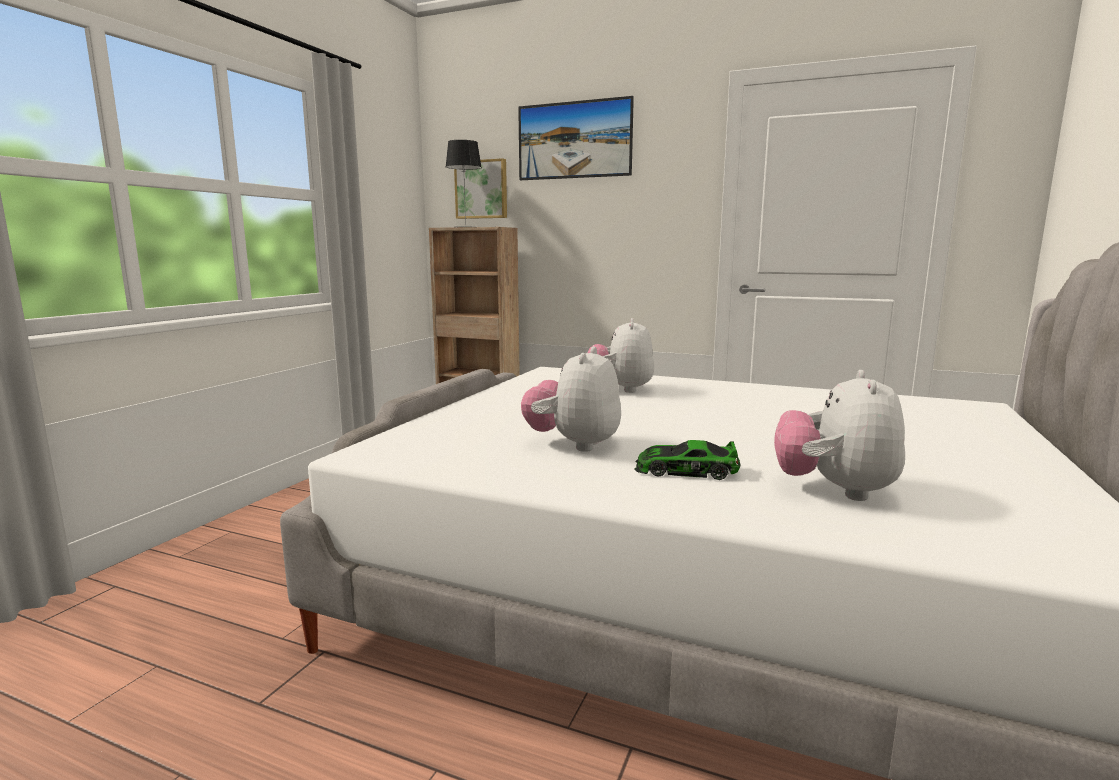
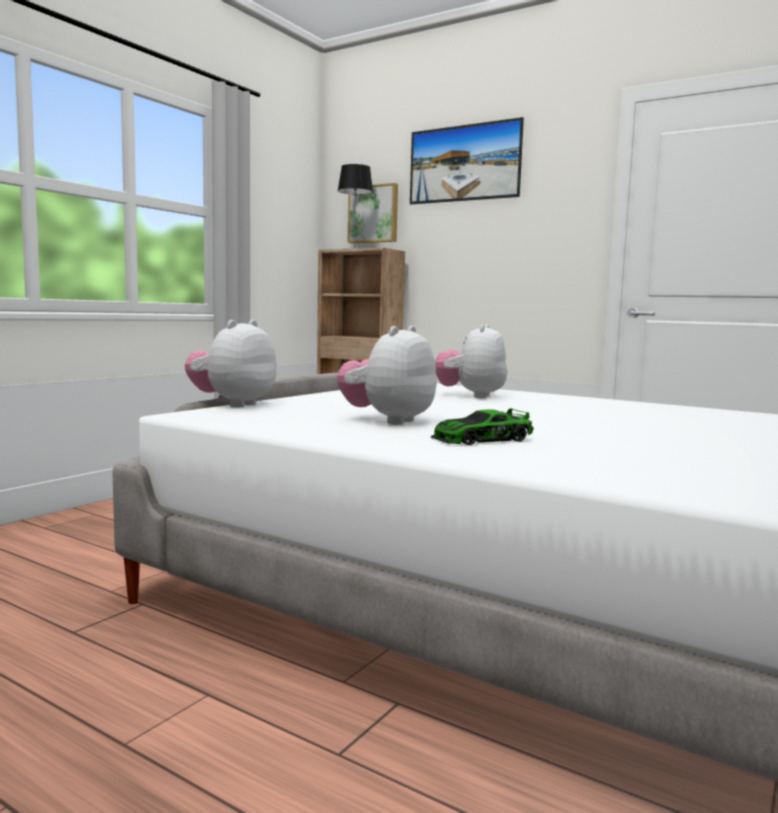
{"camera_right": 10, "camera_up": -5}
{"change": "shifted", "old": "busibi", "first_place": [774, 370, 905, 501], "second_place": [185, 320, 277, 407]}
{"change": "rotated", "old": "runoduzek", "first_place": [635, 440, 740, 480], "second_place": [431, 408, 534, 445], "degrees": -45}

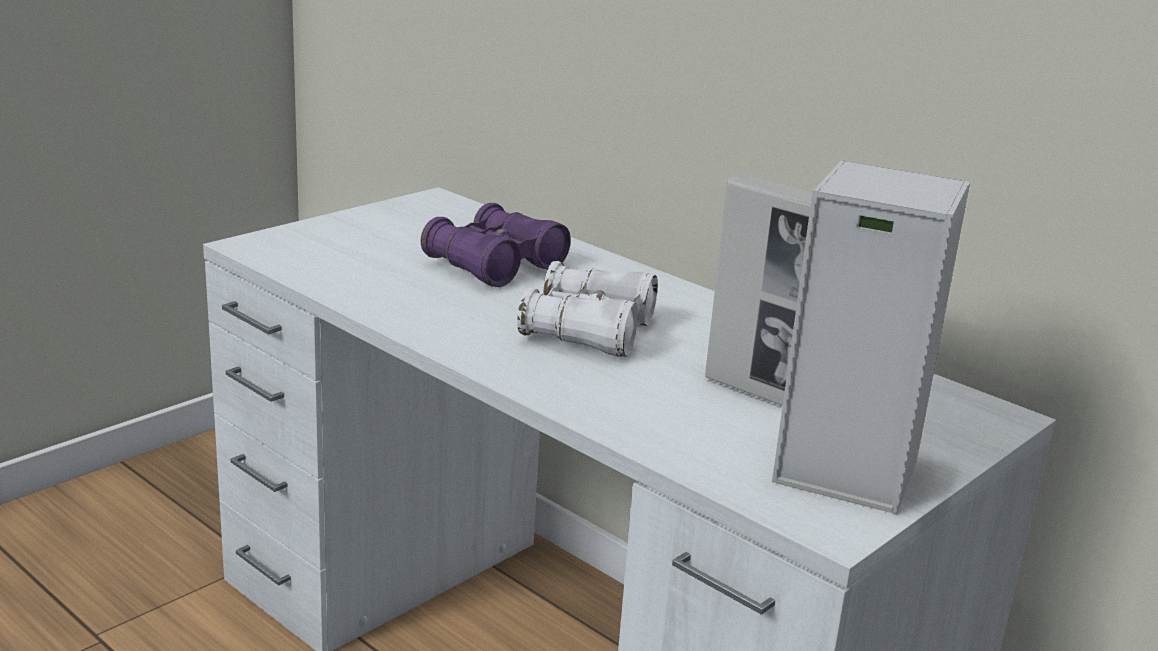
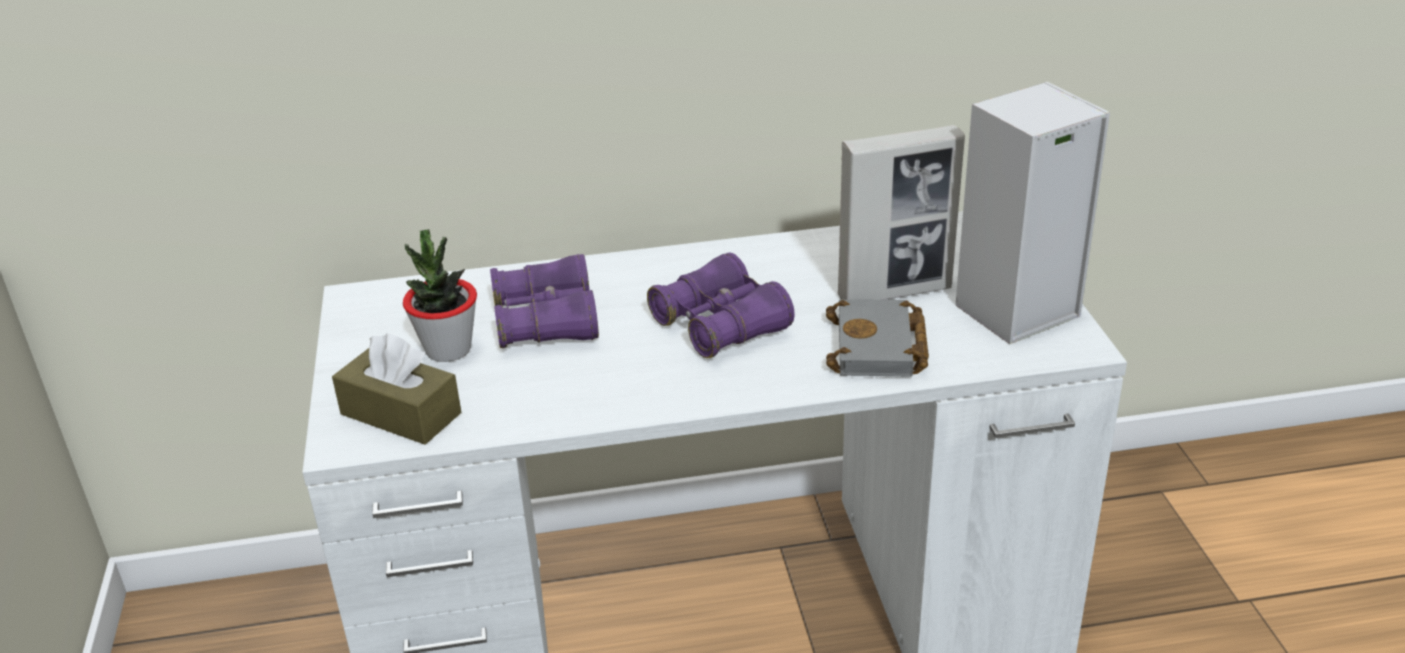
{"camera_right": -50, "camera_up": 10}
{"change": "repainted", "old": "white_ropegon", "new": "purple_ropegon", "first_place": [517, 261, 658, 357], "second_place": [647, 253, 795, 358]}
{"change": "new", "new": "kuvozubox", "second_place": [403, 229, 477, 362]}
{"change": "new", "new": "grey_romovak", "second_place": [826, 300, 929, 377]}
{"change": "new", "new": "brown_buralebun", "second_place": [332, 333, 462, 445]}

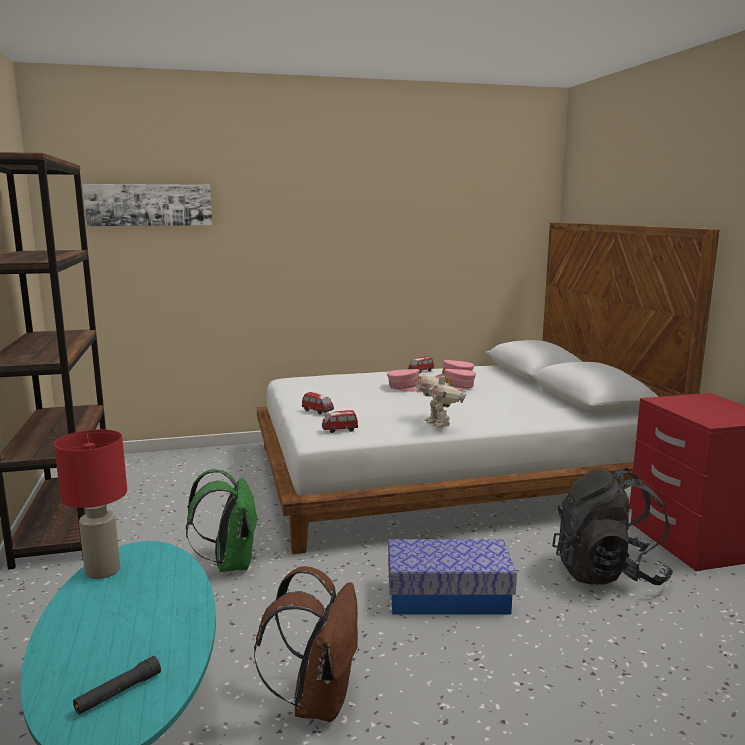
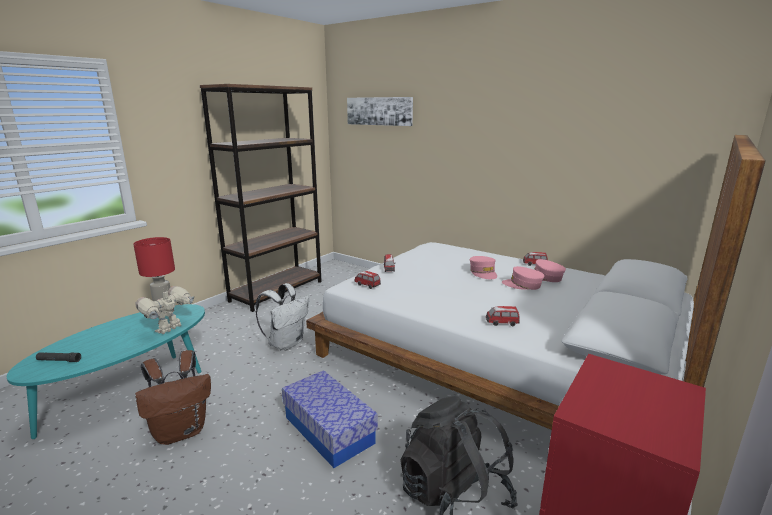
{"camera_right": 50, "camera_up": 5}
{"change": "shifted", "old": "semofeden", "first_place": [416, 370, 466, 428], "second_place": [135, 286, 194, 334]}
{"change": "repainted", "old": "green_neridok", "new": "white_neridok", "first_place": [186, 469, 257, 572], "second_place": [255, 283, 309, 351]}
{"change": "new", "new": "runoduzek", "second_place": [486, 306, 520, 326]}

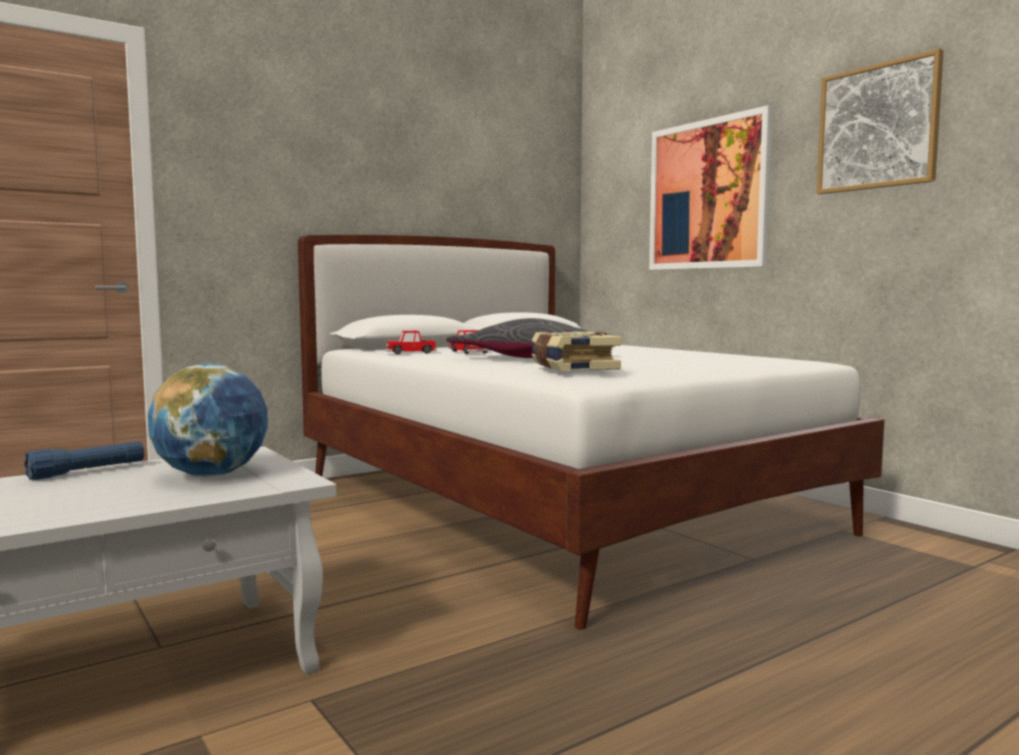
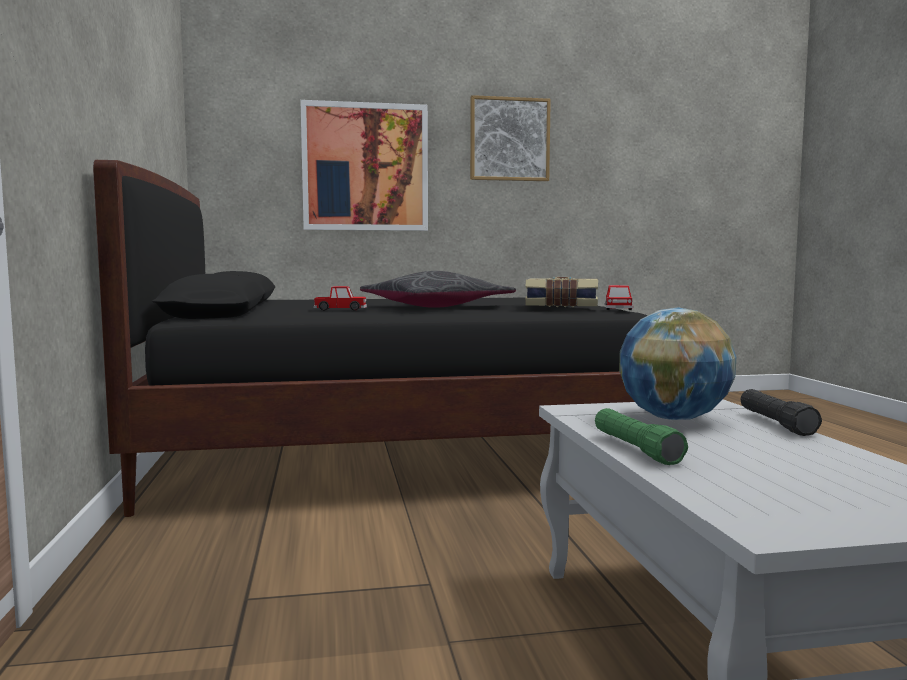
{"camera_right": -65, "camera_up": 0}
{"change": "repainted", "old": "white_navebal", "new": "black_navebal", "first_place": [298, 235, 885, 629], "second_place": [93, 160, 647, 517]}
{"change": "shifted", "old": "runoduzek", "first_place": [386, 330, 437, 354], "second_place": [604, 285, 633, 310]}
{"change": "repainted", "old": "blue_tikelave", "new": "green_tikelave", "first_place": [24, 441, 144, 480], "second_place": [595, 408, 688, 465]}
{"change": "new", "new": "black_tikelave", "second_place": [740, 389, 822, 436]}

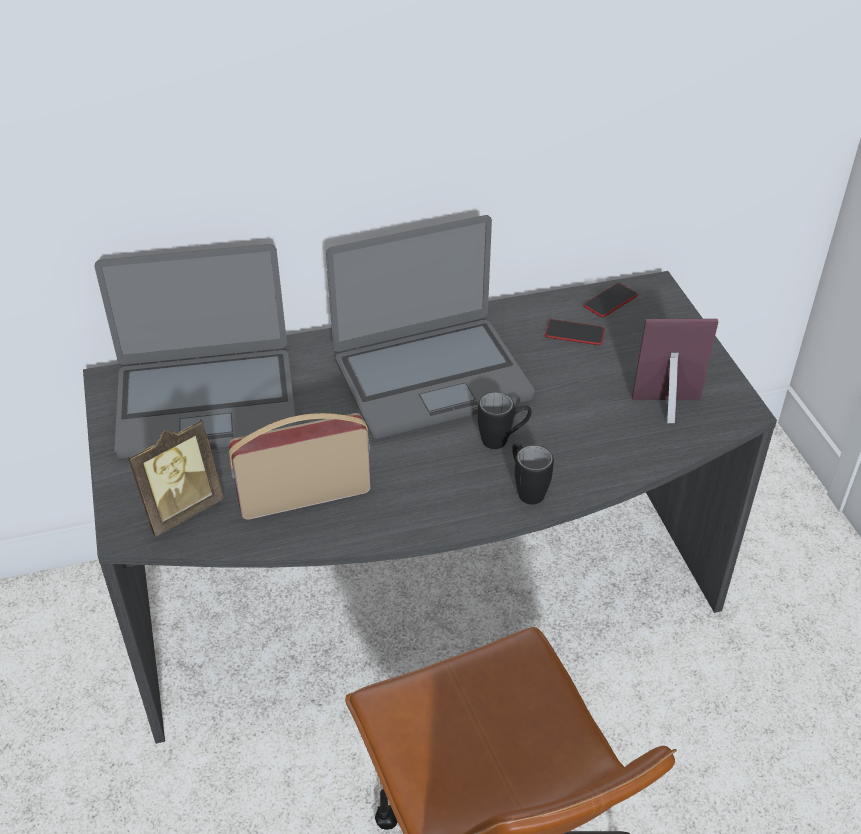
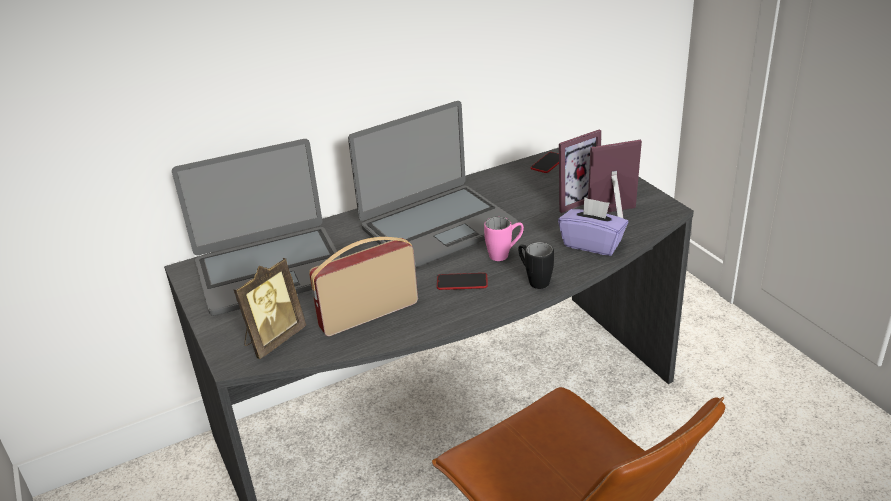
{"camera_right": -10, "camera_up": -10}
{"change": "shifted", "old": "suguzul", "first_place": [545, 319, 605, 345], "second_place": [437, 273, 488, 290]}
{"change": "repainted", "old": "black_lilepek", "new": "pink_lilepek", "first_place": [478, 392, 531, 449], "second_place": [484, 217, 524, 261]}
{"change": "new", "new": "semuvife", "second_place": [559, 129, 602, 213]}
{"change": "new", "new": "purple_buralebun", "second_place": [558, 197, 628, 256]}

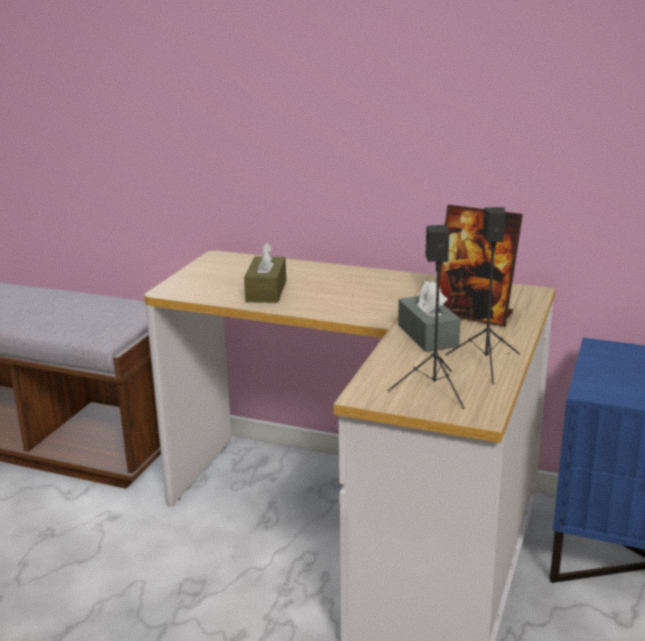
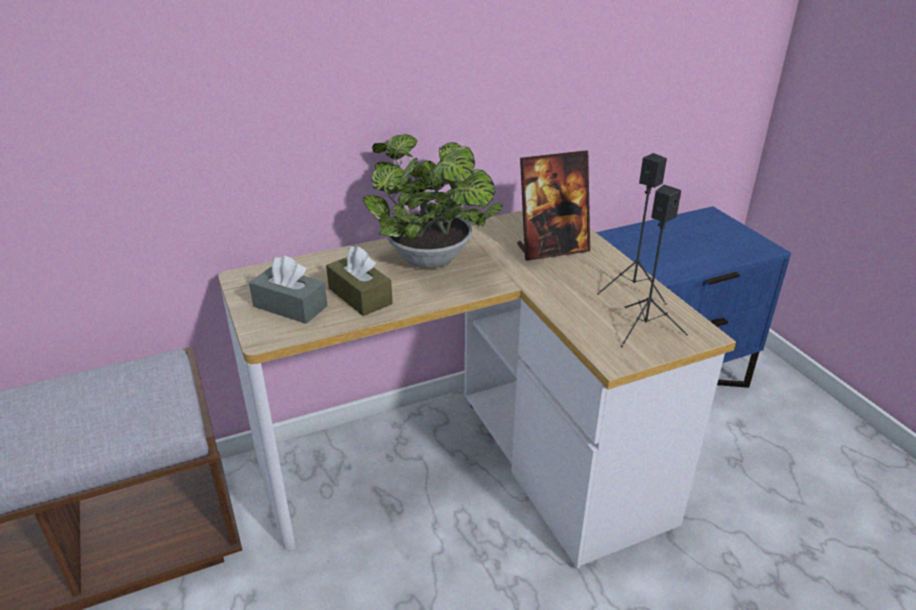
{"camera_right": -45, "camera_up": 10}
{"change": "shifted", "old": "grey_buralebun", "first_place": [398, 280, 461, 352], "second_place": [249, 256, 327, 324]}
{"change": "new", "new": "kuvozubox", "second_place": [363, 134, 503, 269]}

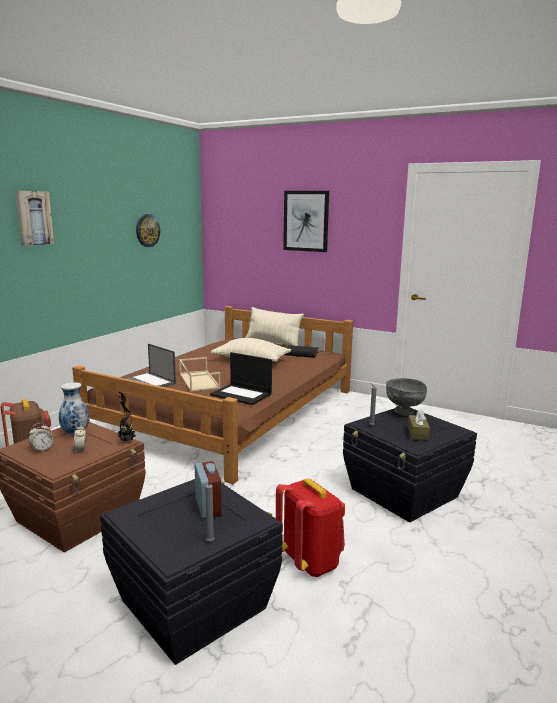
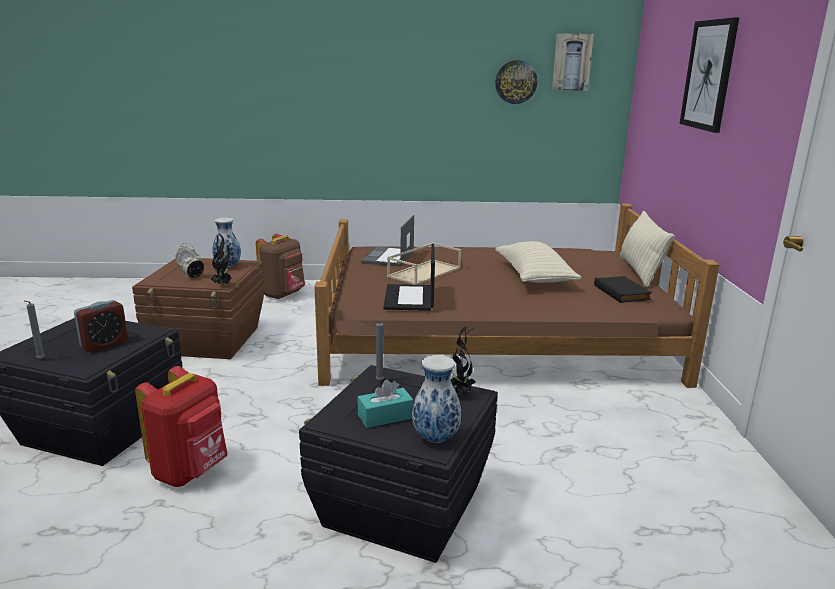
{"camera_right": 60, "camera_up": 5}
{"change": "shifted", "old": "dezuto", "first_place": [15, 191, 54, 246], "second_place": [552, 33, 594, 91]}
{"change": "swapped", "old": "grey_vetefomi", "new": "kuvozubox", "first_place": [386, 378, 427, 416], "second_place": [451, 327, 476, 397]}
{"change": "repainted", "old": "brown_buralebun", "new": "turquoise_buralebun", "first_place": [408, 409, 430, 440], "second_place": [358, 380, 413, 428]}
{"change": "new", "new": "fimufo", "second_place": [412, 355, 461, 443]}

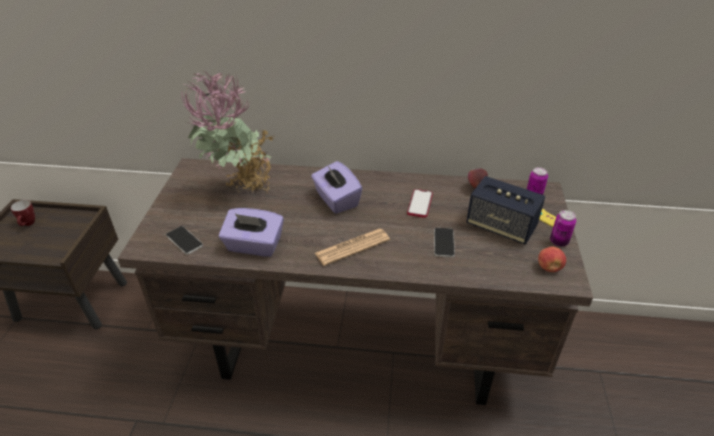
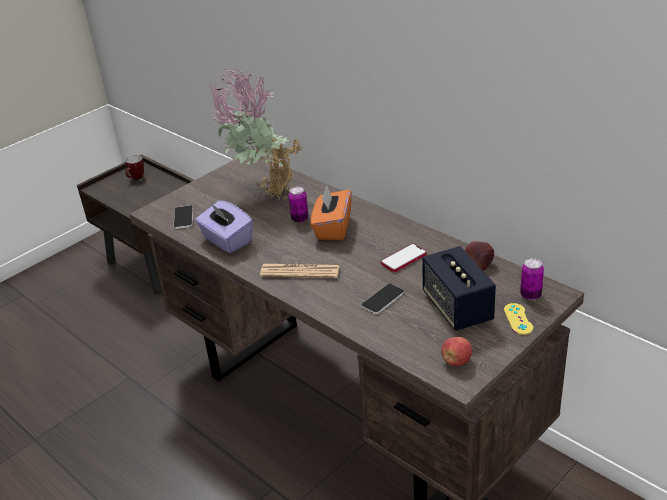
{"camera_right": 40, "camera_up": -5}
{"change": "repainted", "old": "purple_buralebun", "new": "orange_buralebun", "first_place": [311, 161, 362, 214], "second_place": [311, 186, 352, 240]}
{"change": "shifted", "old": "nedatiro", "first_place": [550, 210, 576, 247], "second_place": [288, 187, 309, 223]}

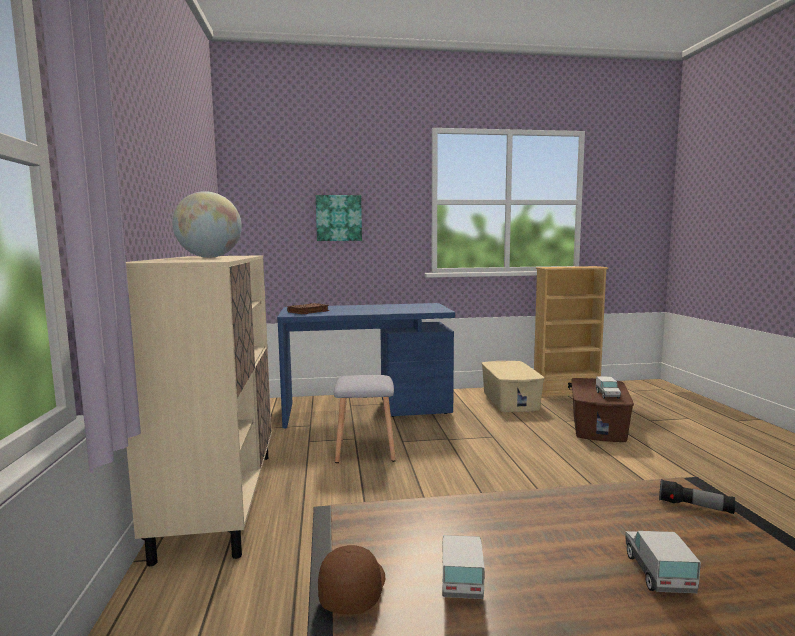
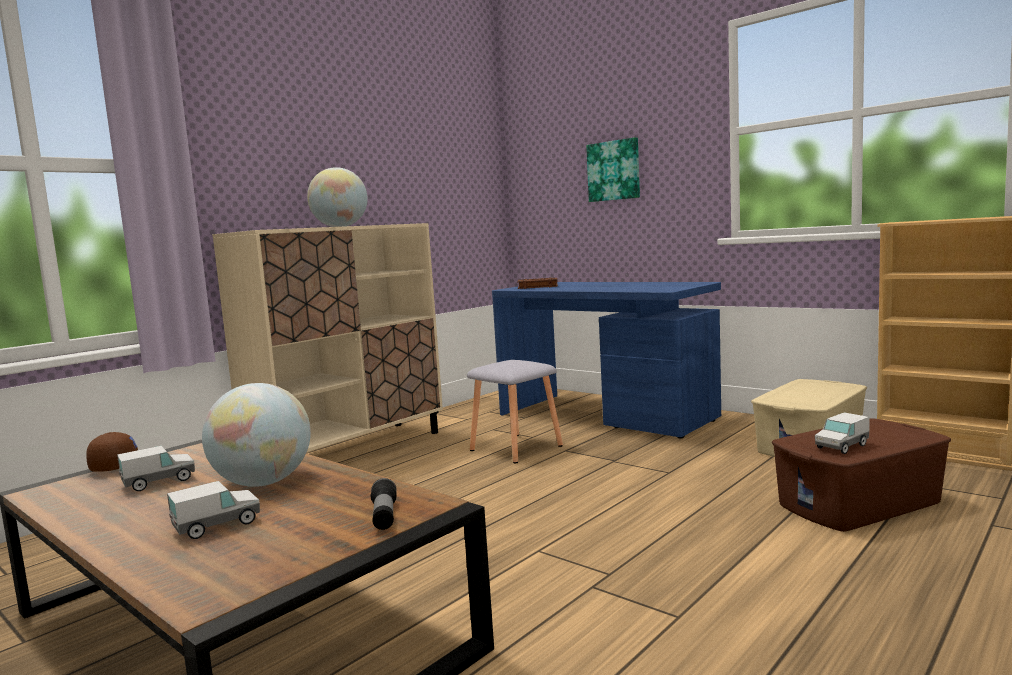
{"camera_right": 50, "camera_up": 0}
{"change": "new", "new": "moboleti", "second_place": [202, 383, 311, 487]}

